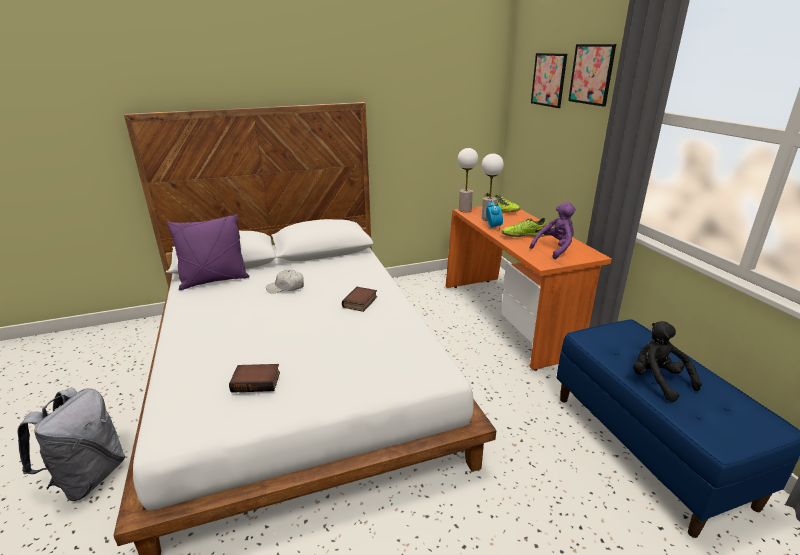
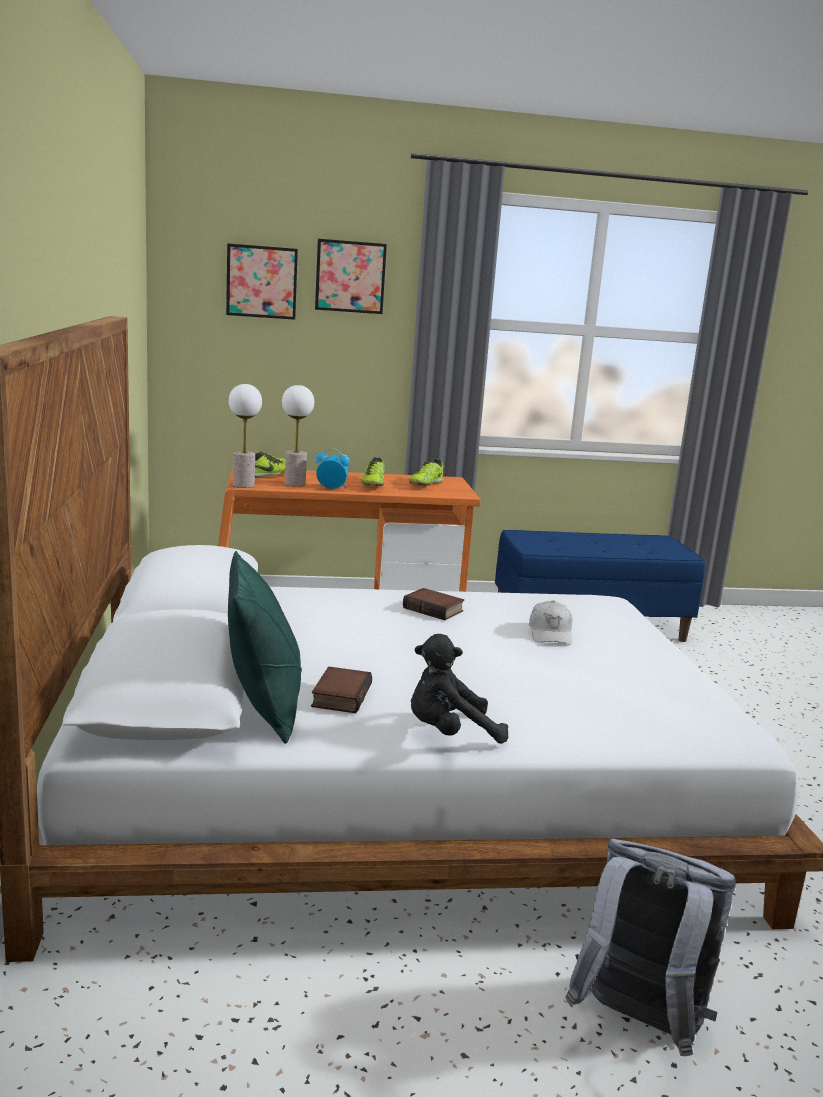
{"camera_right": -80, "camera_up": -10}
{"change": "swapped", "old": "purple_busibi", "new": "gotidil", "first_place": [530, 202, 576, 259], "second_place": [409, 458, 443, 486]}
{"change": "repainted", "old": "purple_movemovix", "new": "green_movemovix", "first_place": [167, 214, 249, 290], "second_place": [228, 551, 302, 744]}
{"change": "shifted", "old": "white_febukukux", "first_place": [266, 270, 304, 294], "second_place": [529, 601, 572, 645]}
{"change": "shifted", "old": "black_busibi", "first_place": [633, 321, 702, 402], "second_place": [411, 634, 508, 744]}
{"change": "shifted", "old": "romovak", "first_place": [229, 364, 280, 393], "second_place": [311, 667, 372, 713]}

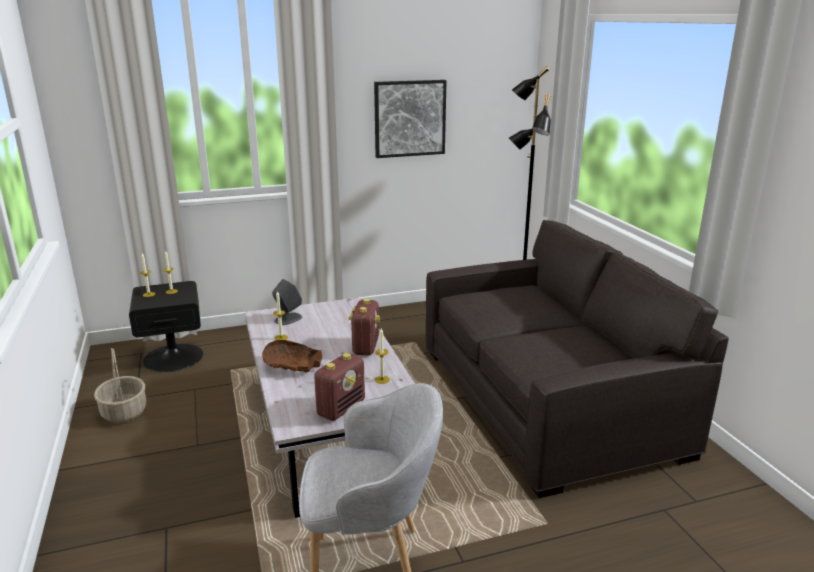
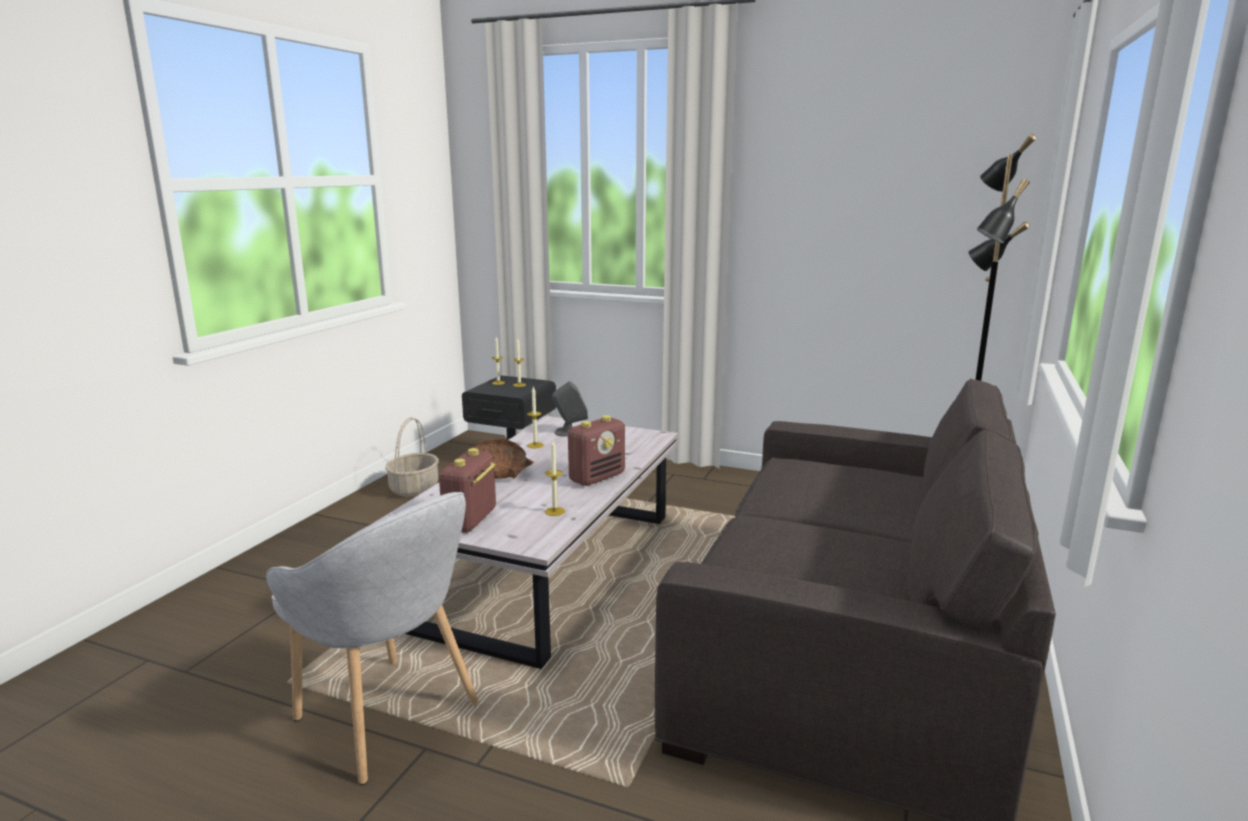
{"camera_right": 40, "camera_up": -5}
{"change": "gone", "old": "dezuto", "first_place": [374, 80, 447, 158]}
{"change": "rotated", "old": "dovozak", "first_place": [314, 353, 365, 421], "second_place": [439, 448, 496, 533], "degrees": 120}

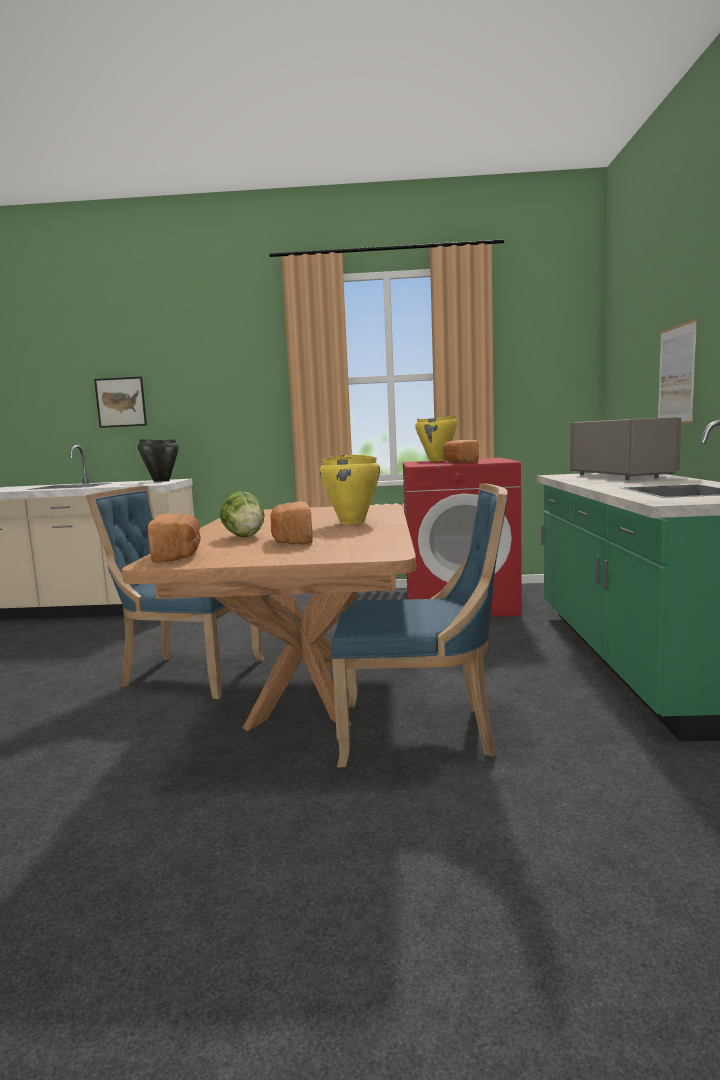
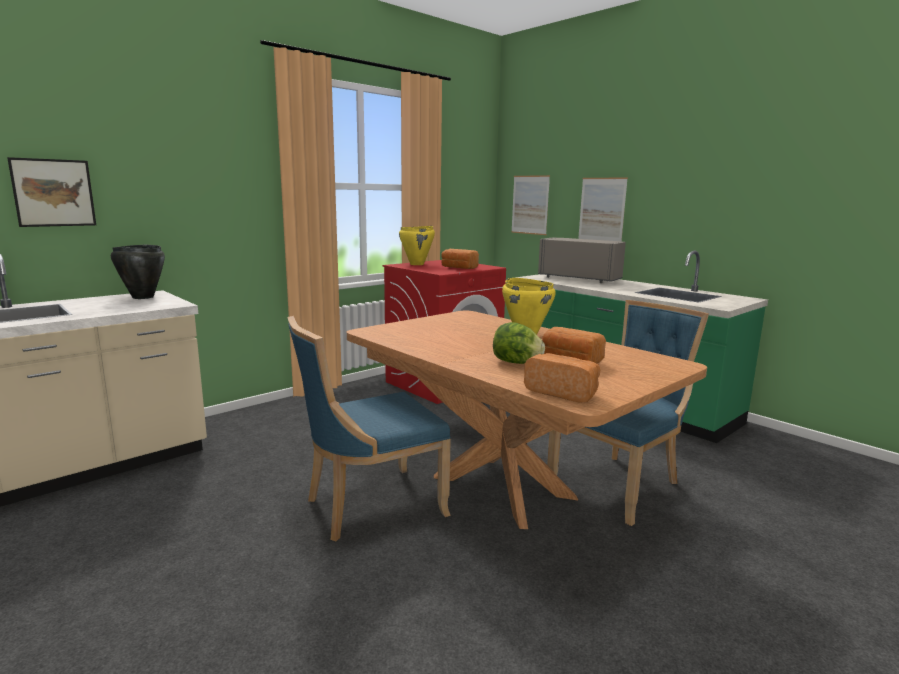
{"camera_right": -45, "camera_up": 5}
{"change": "new", "new": "dezuto", "second_place": [511, 175, 550, 235]}

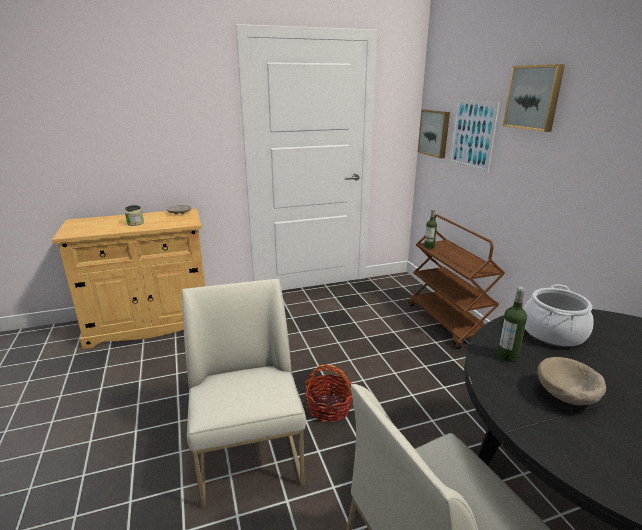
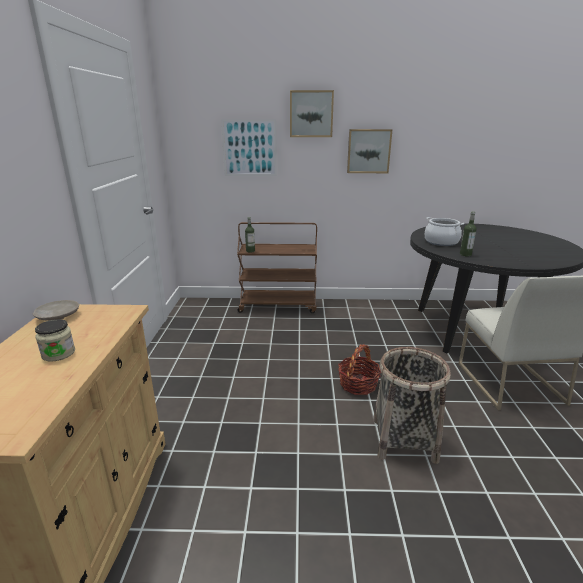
{"camera_right": -70, "camera_up": 0}
{"change": "shifted", "old": "dezuto", "first_place": [418, 110, 450, 159], "second_place": [347, 129, 393, 173]}
{"change": "swapped", "old": "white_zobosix", "new": "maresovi", "first_place": [182, 278, 306, 508], "second_place": [373, 347, 451, 464]}
{"change": "gone", "old": "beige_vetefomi", "first_place": [537, 357, 606, 405]}

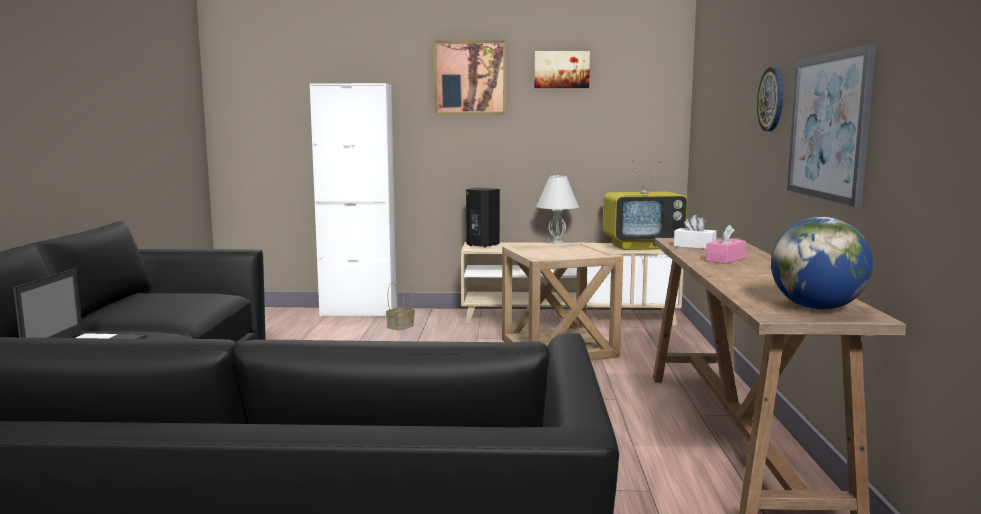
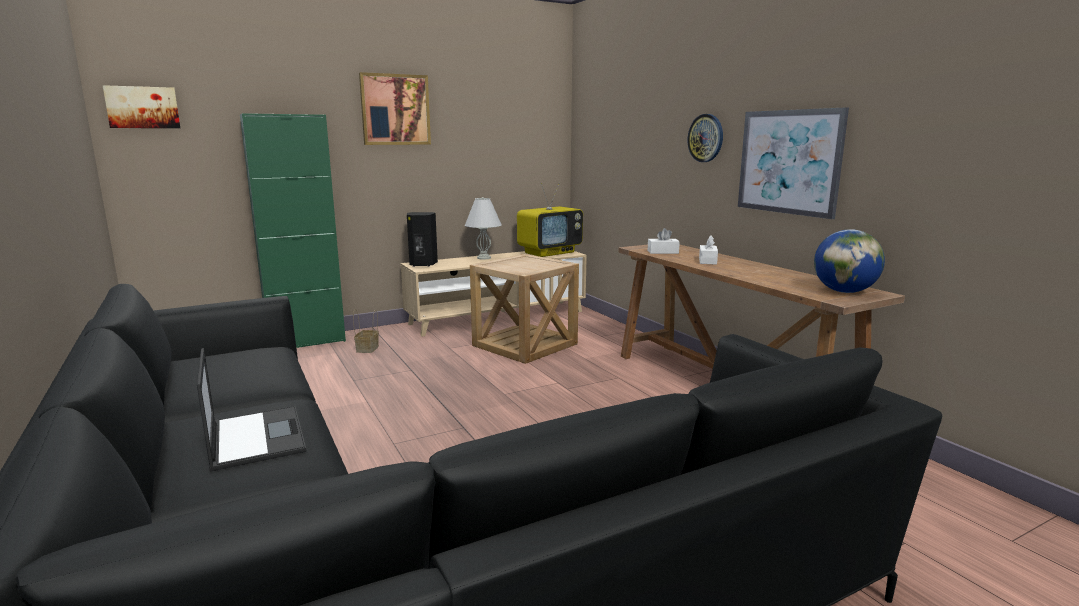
{"camera_right": -30, "camera_up": 5}
{"change": "shifted", "old": "dezuto", "first_place": [534, 51, 590, 88], "second_place": [102, 85, 180, 128]}
{"change": "repainted", "old": "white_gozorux", "new": "green_gozorux", "first_place": [310, 83, 397, 317], "second_place": [240, 113, 346, 348]}
{"change": "repainted", "old": "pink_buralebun", "new": "white_buralebun", "first_place": [706, 225, 746, 264], "second_place": [699, 236, 718, 265]}

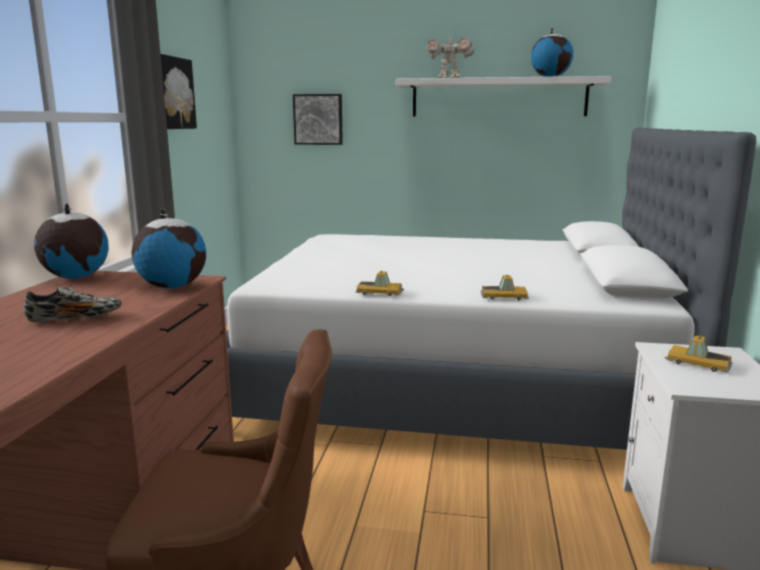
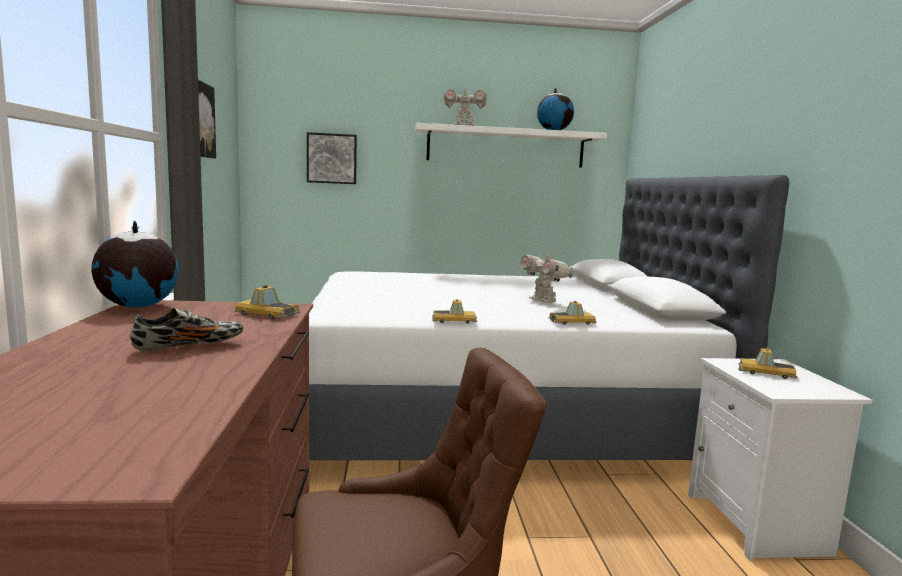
{"camera_right": -15, "camera_up": -5}
{"change": "swapped", "old": "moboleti", "new": "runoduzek", "first_place": [131, 208, 206, 289], "second_place": [234, 285, 300, 319]}
{"change": "new", "new": "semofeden", "second_place": [520, 249, 575, 303]}

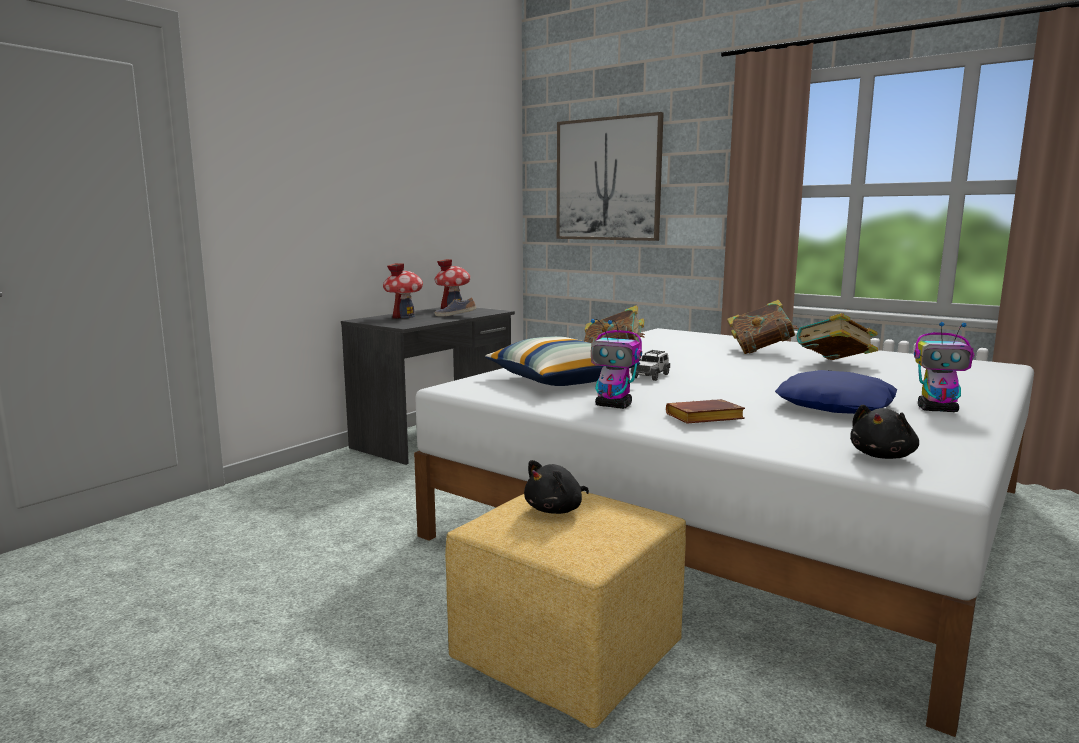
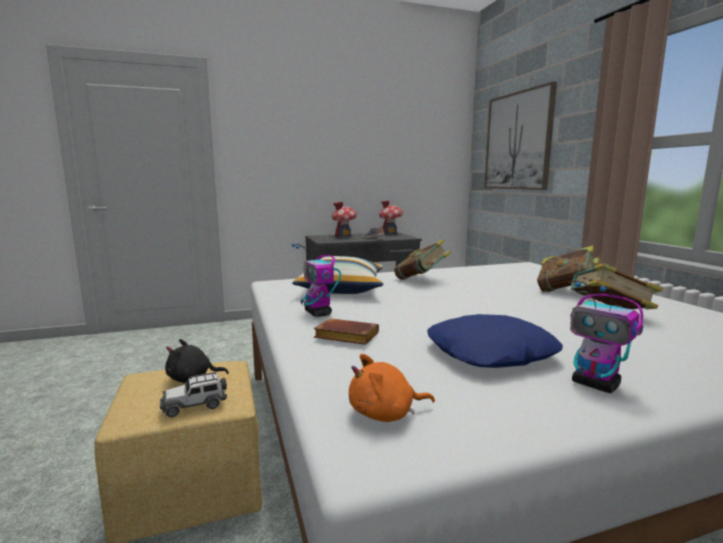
{"camera_right": 35, "camera_up": 0}
{"change": "shifted", "old": "runoduzek", "first_place": [630, 350, 670, 381], "second_place": [160, 372, 227, 417]}
{"change": "repainted", "old": "black_busibi", "new": "orange_busibi", "first_place": [850, 405, 919, 459], "second_place": [349, 354, 435, 422]}

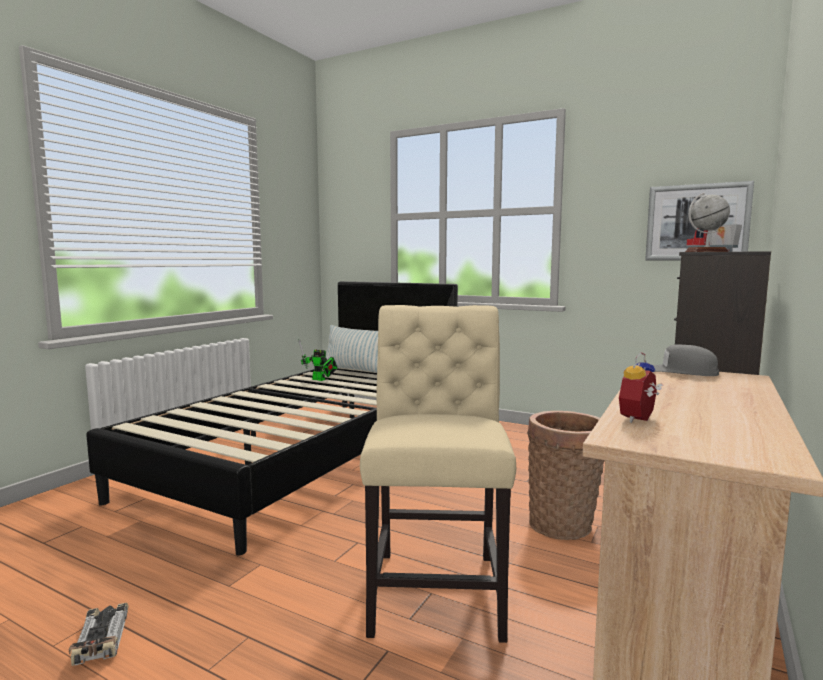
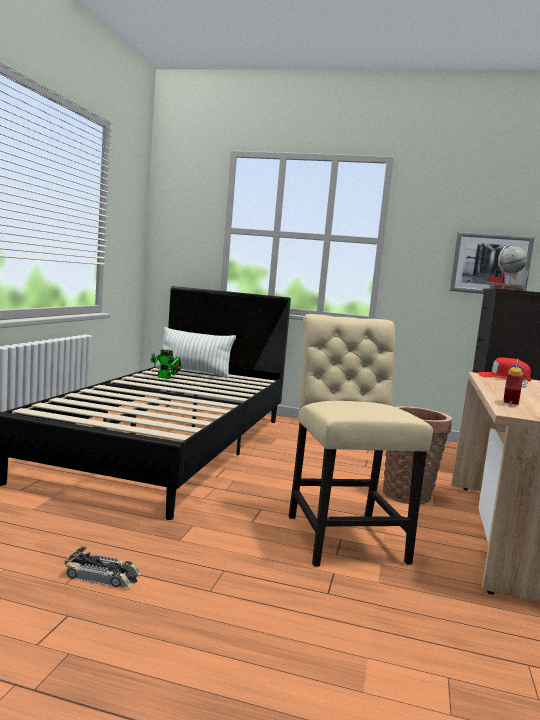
{"camera_right": -15, "camera_up": 0}
{"change": "repainted", "old": "grey_febukukux", "new": "red_febukukux", "first_place": [653, 344, 719, 376], "second_place": [478, 358, 531, 381]}
{"change": "rotated", "old": "runoduzek", "first_place": [68, 603, 129, 666], "second_place": [65, 546, 141, 588], "degrees": 135}

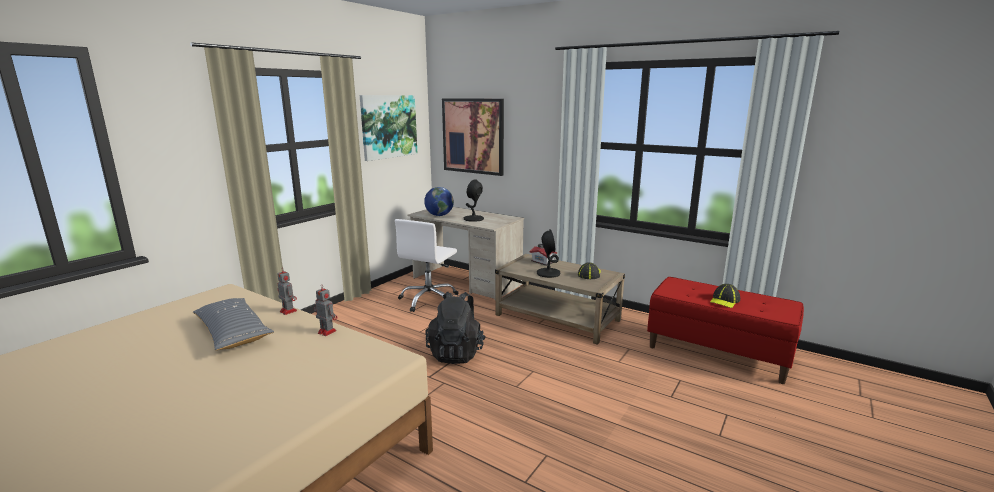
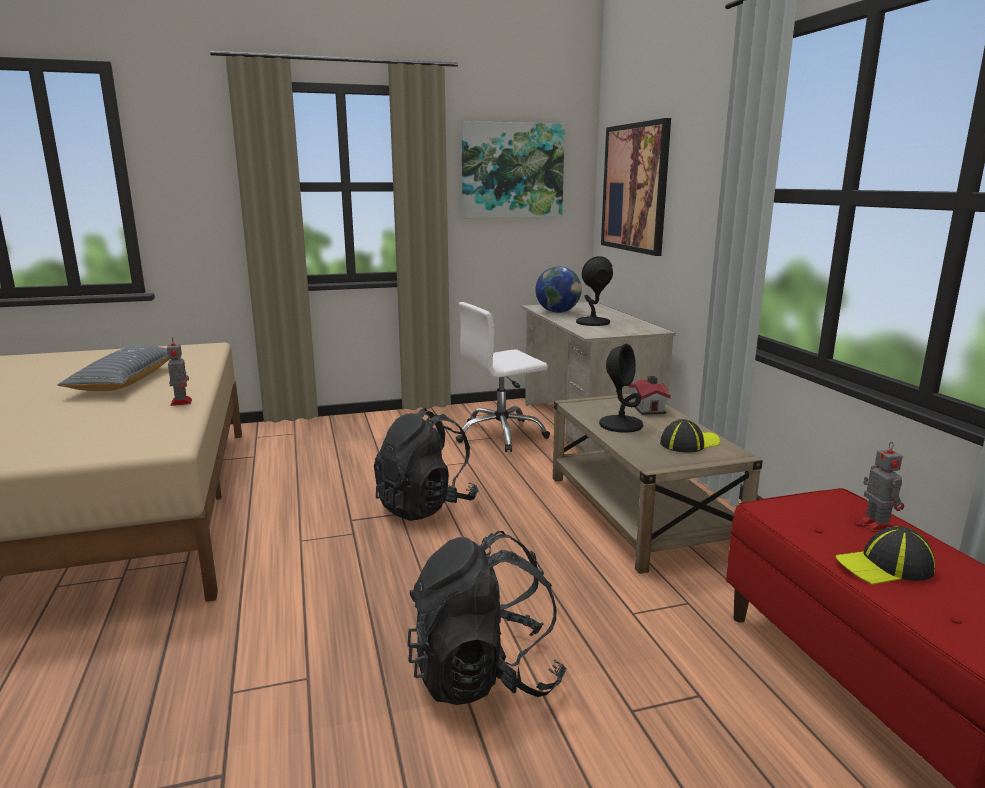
{"camera_right": 40, "camera_up": 0}
{"change": "shifted", "old": "semofeden", "first_place": [277, 267, 297, 315], "second_place": [859, 442, 904, 532]}
{"change": "new", "new": "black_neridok", "second_place": [408, 531, 567, 705]}

